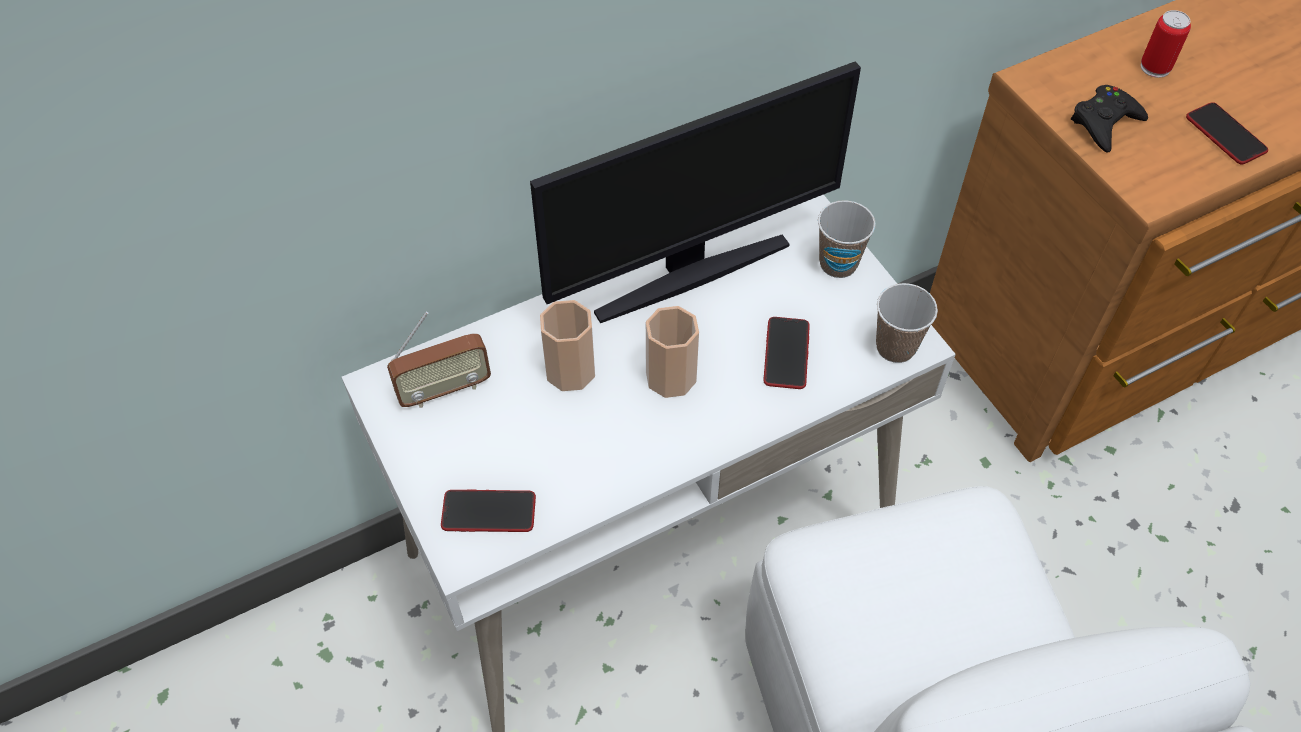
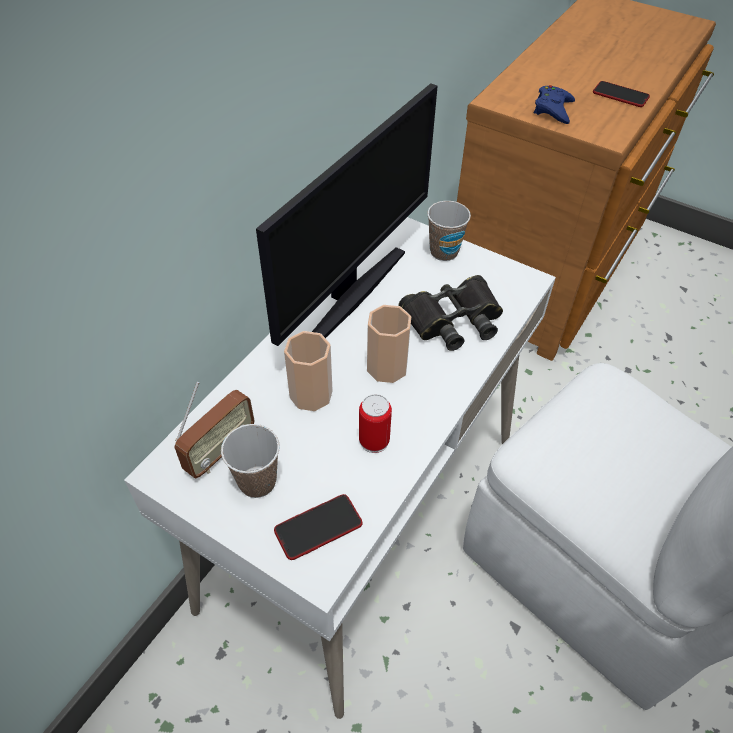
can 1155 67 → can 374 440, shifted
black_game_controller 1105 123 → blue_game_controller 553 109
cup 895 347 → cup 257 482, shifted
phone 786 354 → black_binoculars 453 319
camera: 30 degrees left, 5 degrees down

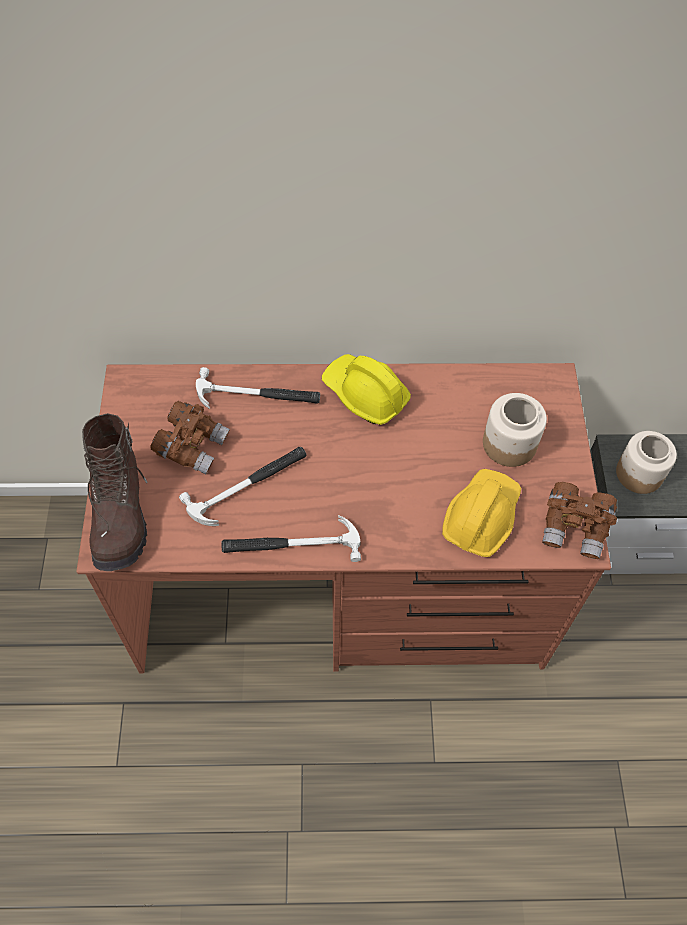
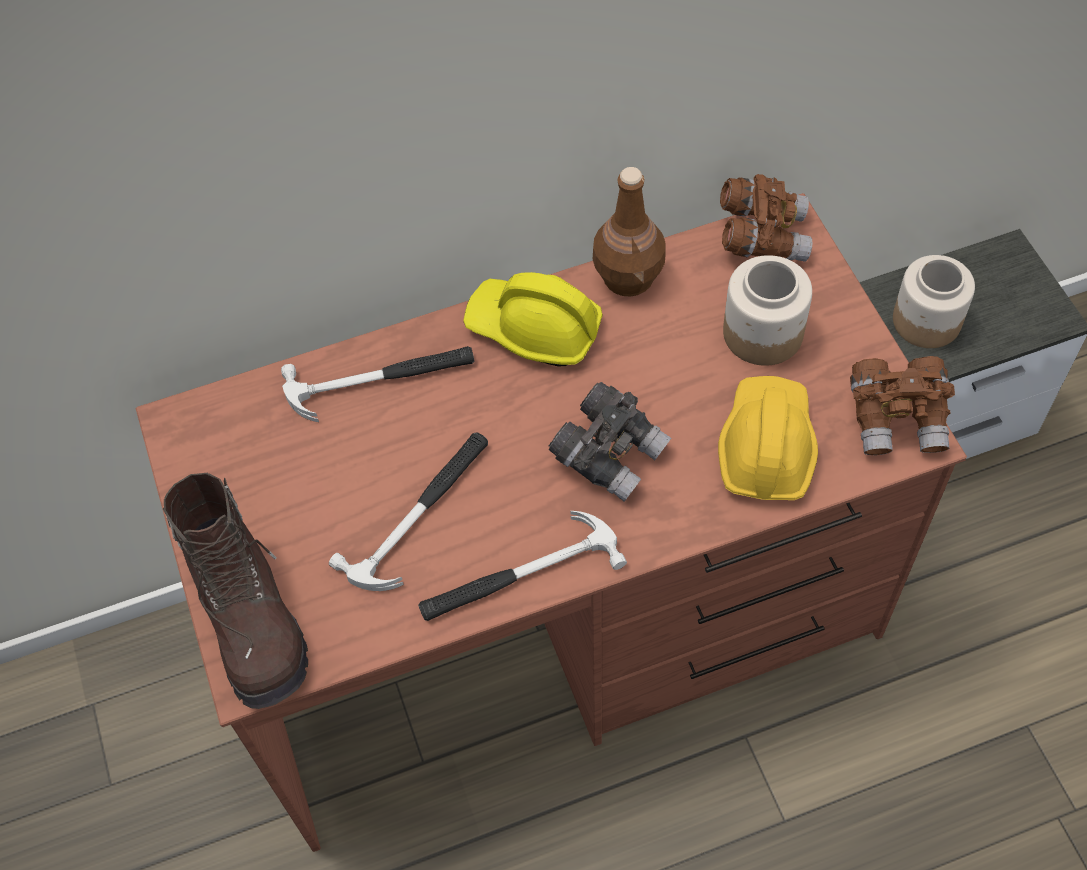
brown_binoculars 192 446 → brown_binoculars 762 235, shifted
- → brown_bottle 629 276
- → grey_binoculars 610 453
camera: 15 degrees left, 0 degrees up

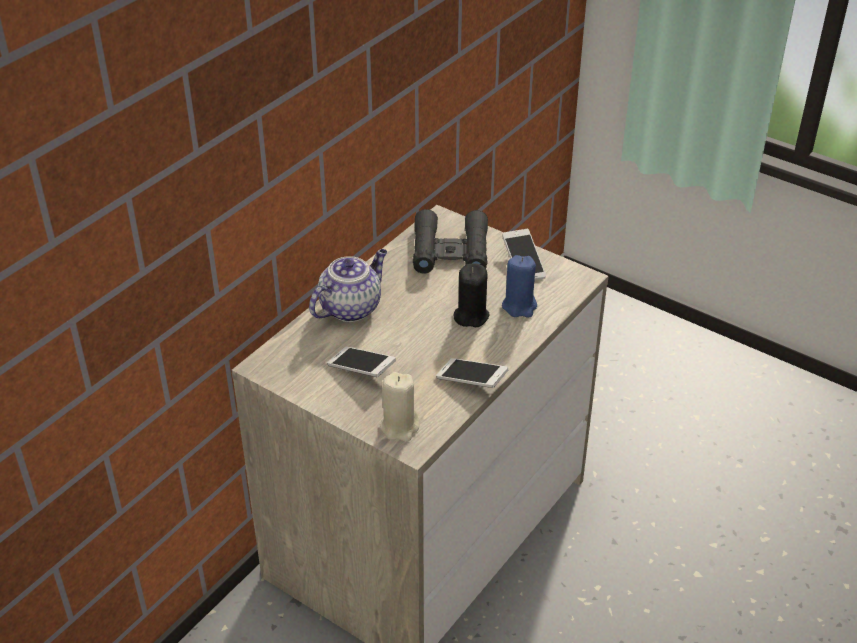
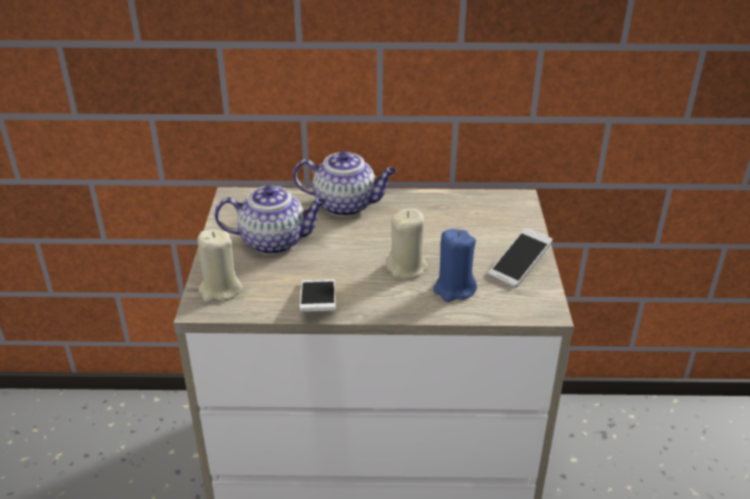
black_binoculars 450 251 → -
black_candle 471 316 → beige_candle 407 267
phone 361 369 → teapot 274 241
camera: 55 degrees right, 5 degrees down

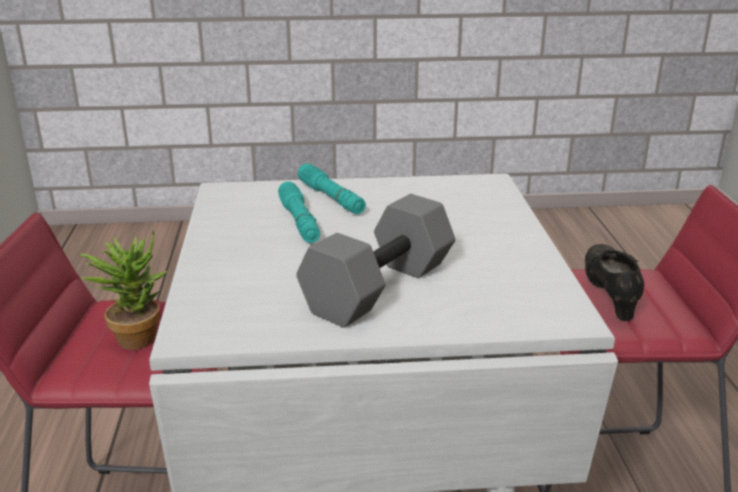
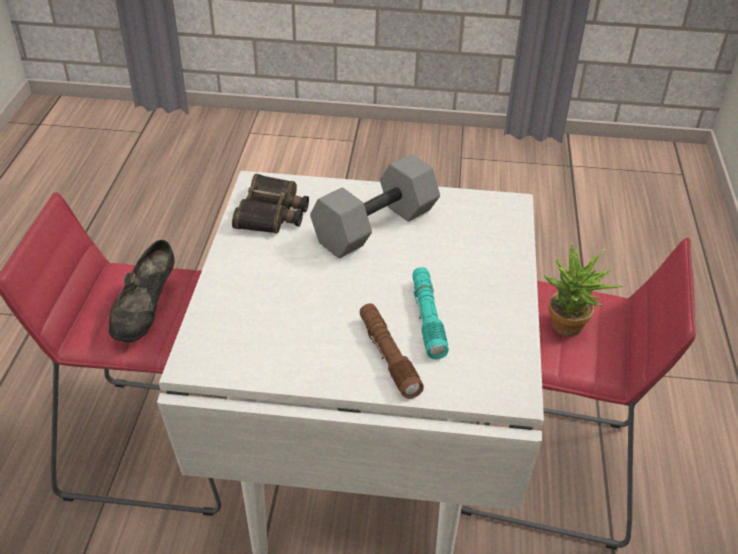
turquoise_flashlight 331 198 → brown_flashlight 388 356
- → binoculars 272 213
camera: 170 degrees left, 15 degrees up

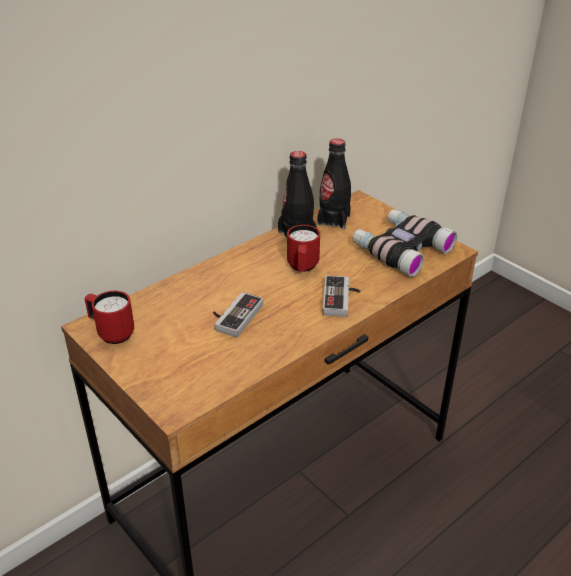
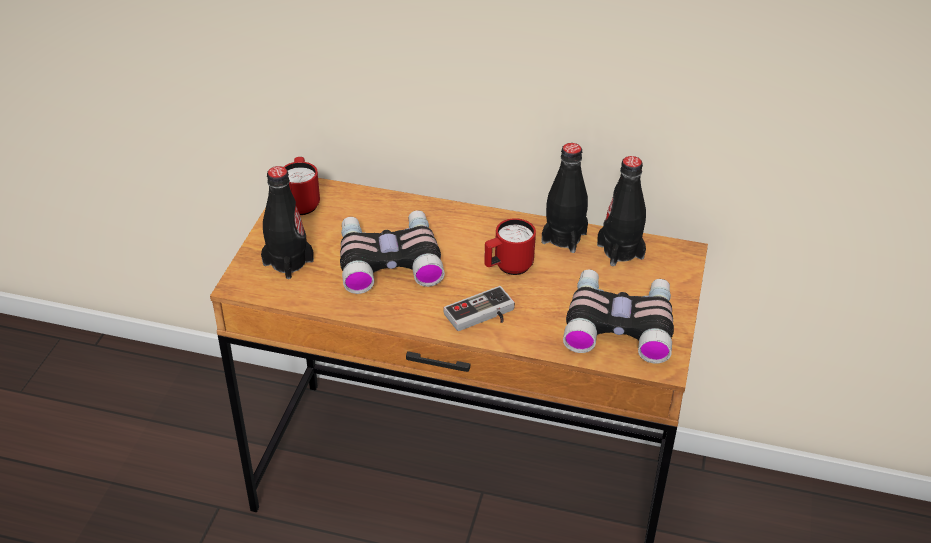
game_controller 234 316 → binoculars 389 259
- → black_bottle 288 262
camera: 55 degrees right, 5 degrees up

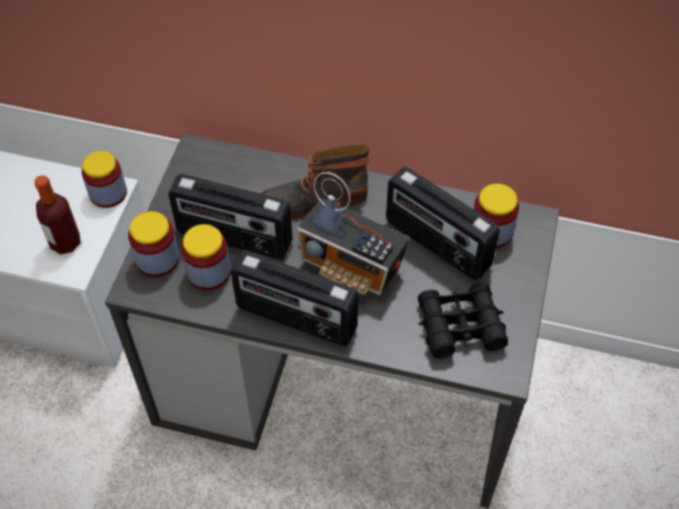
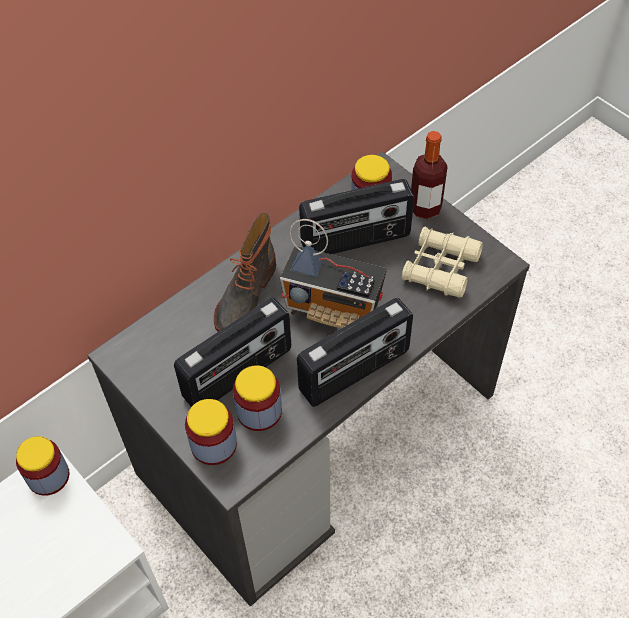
radio 352 266 → radio 334 306, 45 degrees clockwise
bottle 65 242 → bottle 425 208, shifted
black_binoculars 460 326 → beige_binoculars 440 268
camera: 55 degrees left, 0 degrees up

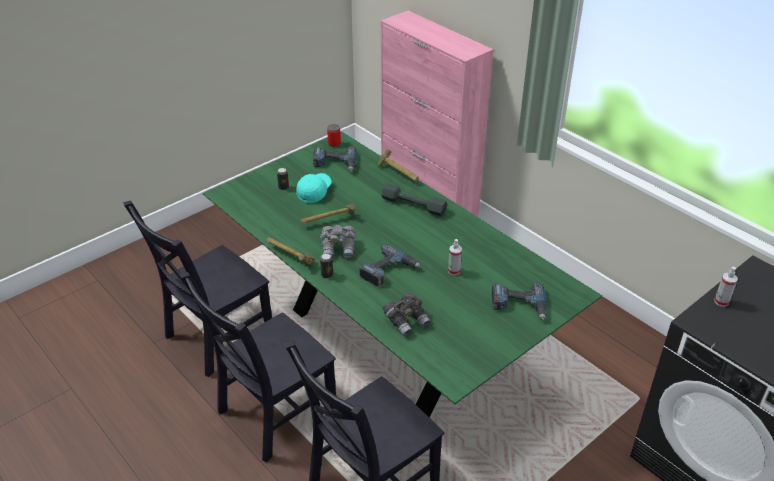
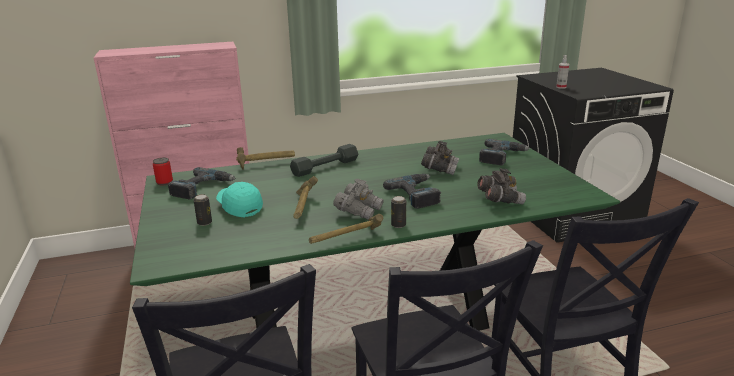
spray_bottle 454 271 → grey_binoculars 439 169
camera: 65 degrees left, 15 degrees down

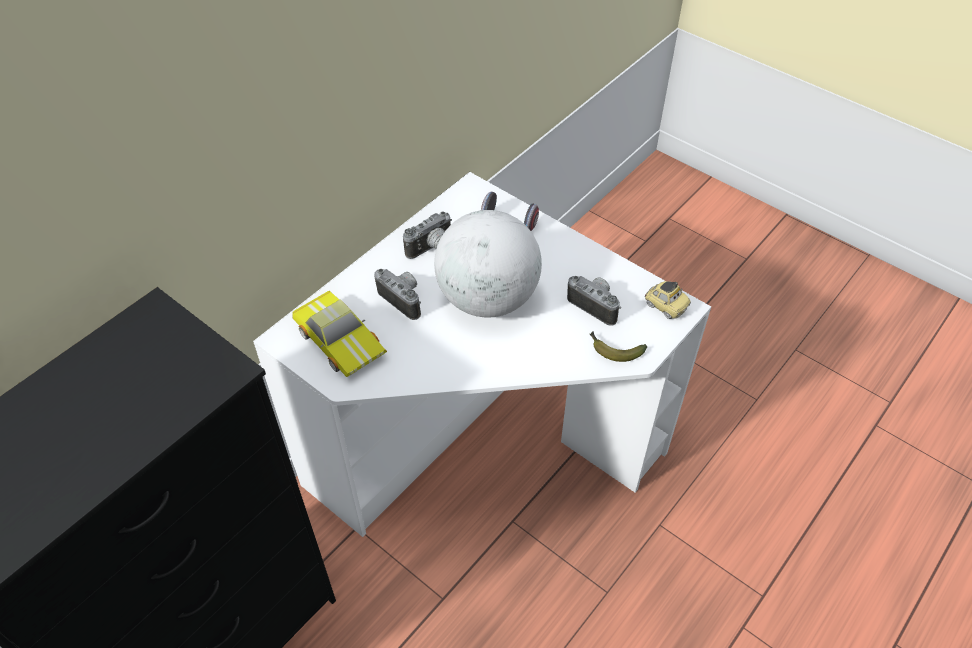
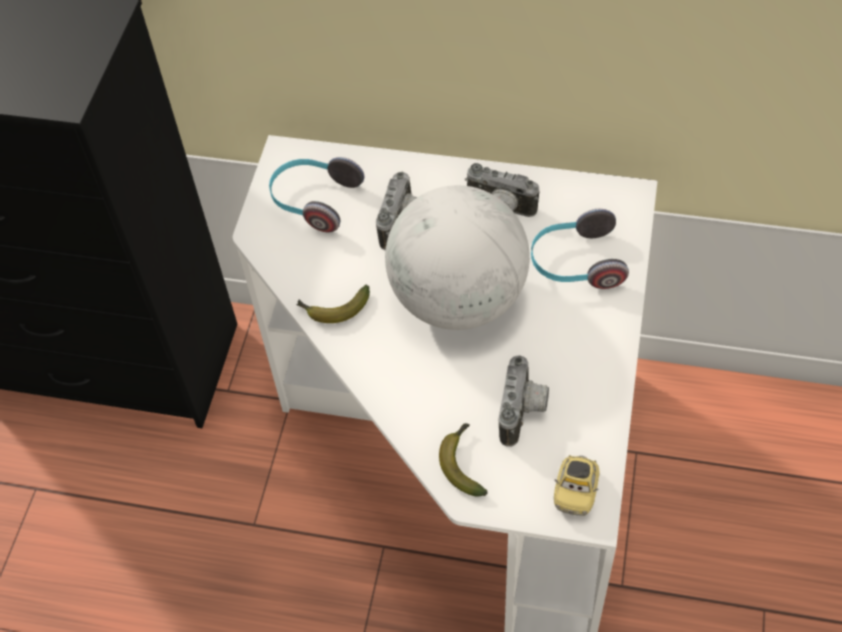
toy_car 341 339 → headphones 314 201
- → banana 333 309
camera: 65 degrees right, 5 degrees up

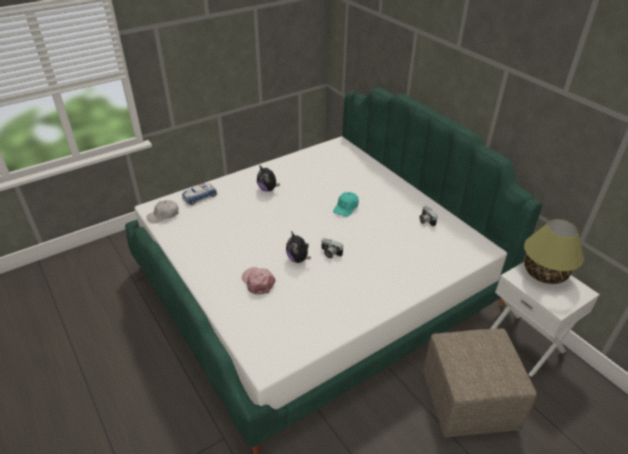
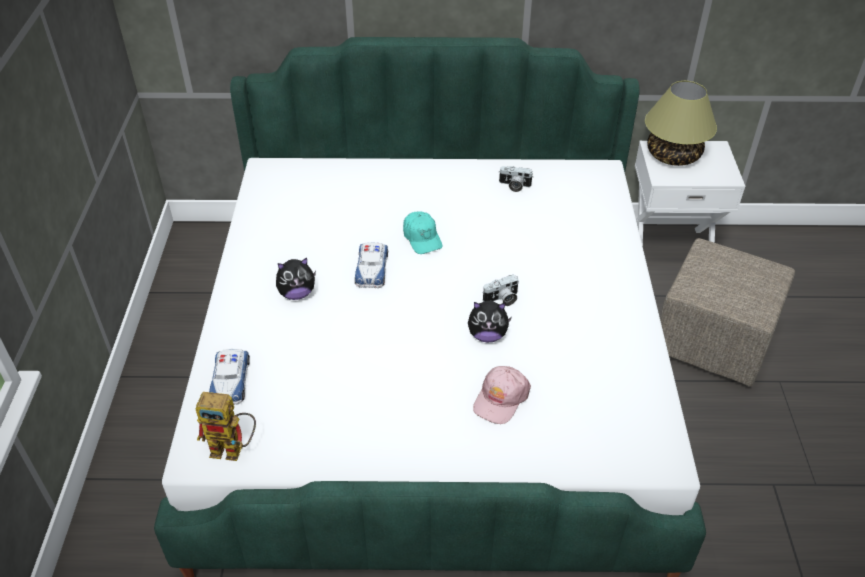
white_cap 163 215 → toy_robot 234 449
pink_cap 258 282 → pink_cap 500 398, 60 degrees counterclockwise
- → toy_car 371 269
camera: 55 degrees left, 5 degrees up

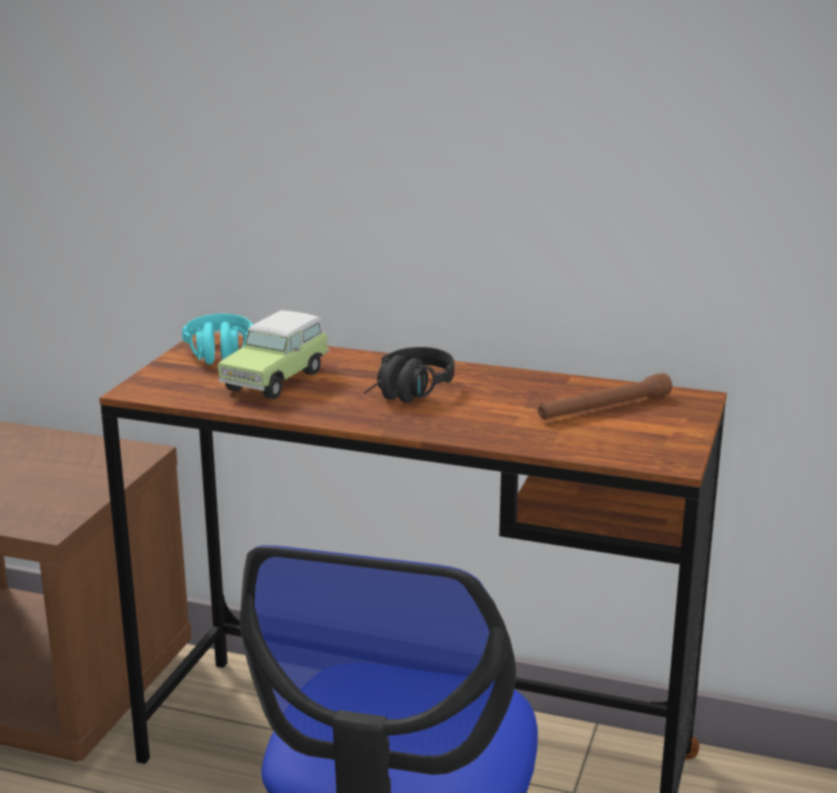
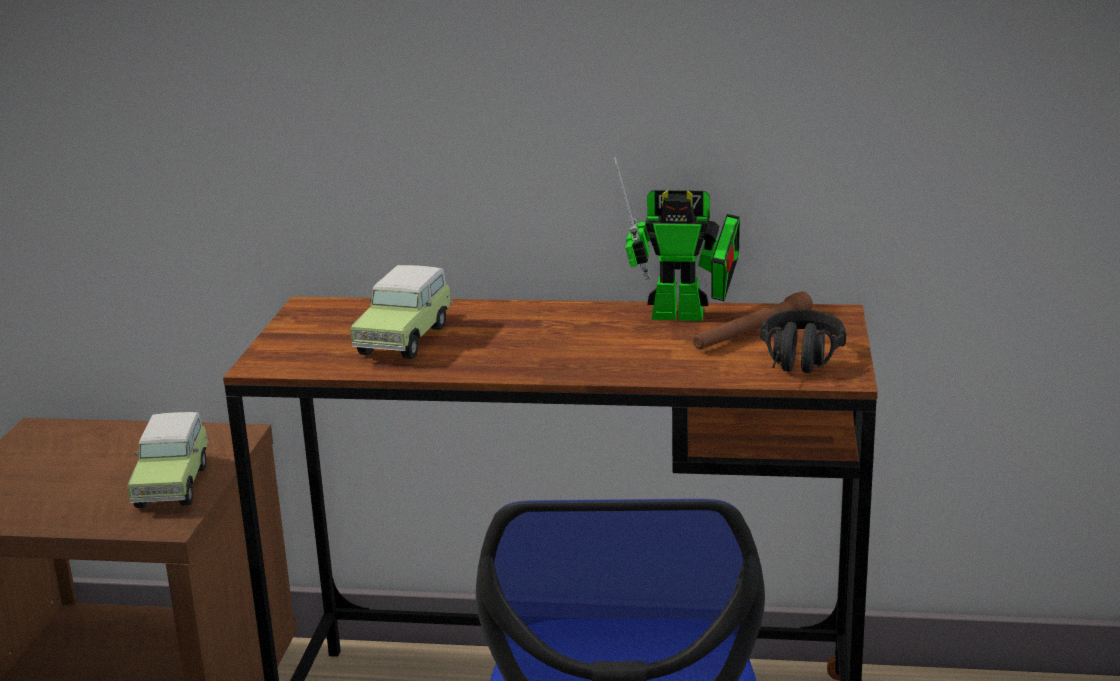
turquoise_headphones 219 357 → -
black_headphones 408 394 → black_headphones 799 363, shifted
- → toy_robot 687 316
- → toy_car 173 484
camera: 10 degrees left, 0 degrees up

